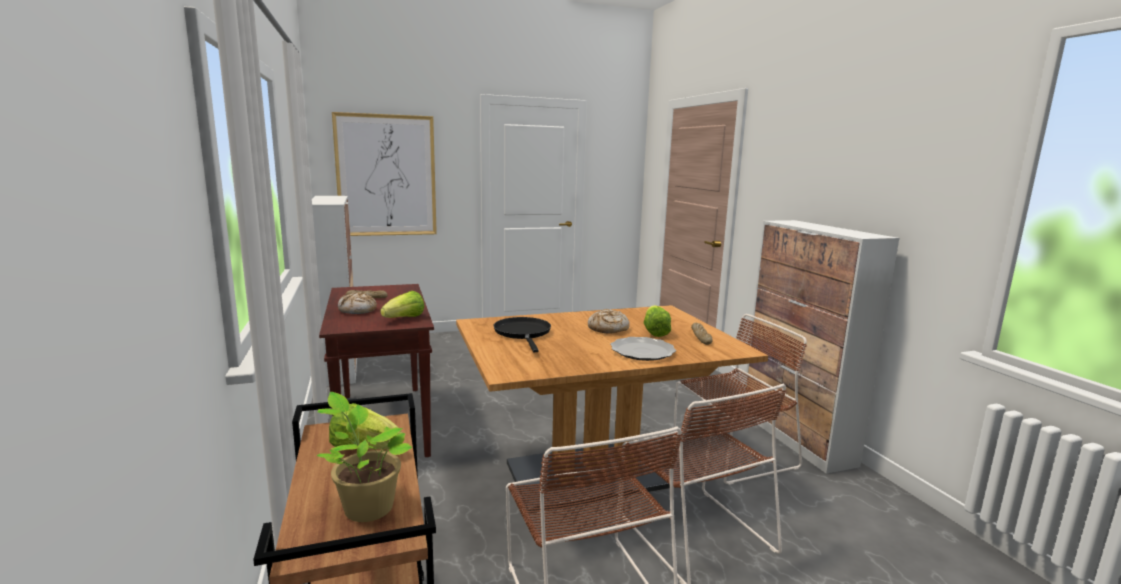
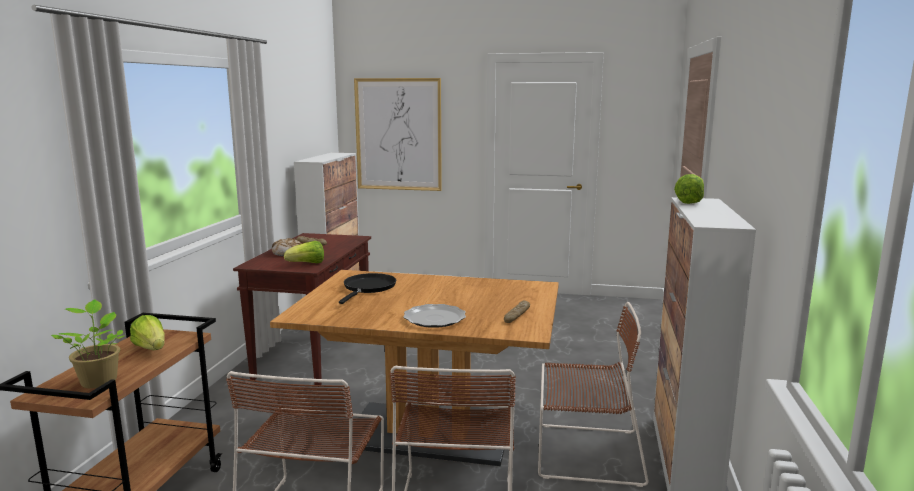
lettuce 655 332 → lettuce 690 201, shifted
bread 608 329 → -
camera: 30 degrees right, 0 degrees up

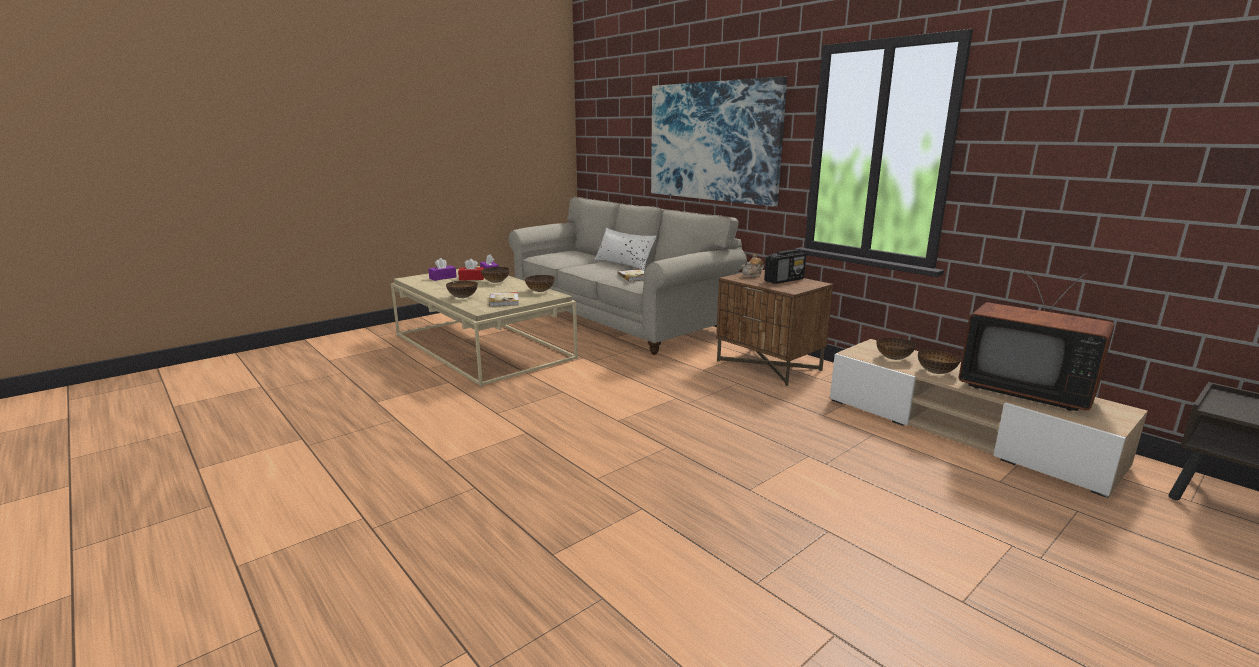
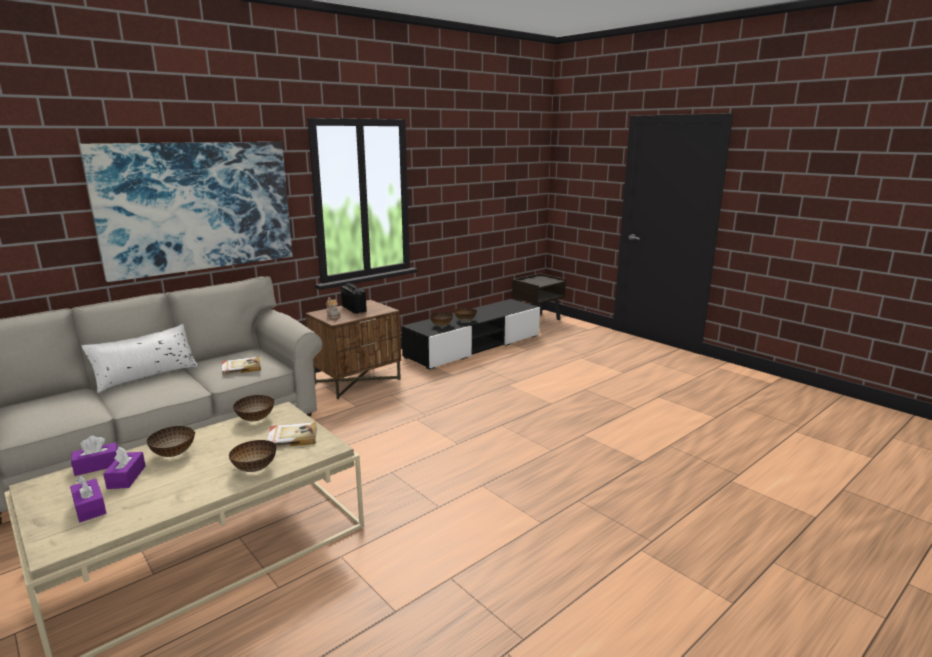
red_tissue_box 472 278 → purple_tissue_box 126 477
television 1024 390 → -
beige_tv_stand 963 431 → black_tv_stand 474 346
camera: 90 degrees left, 0 degrees up

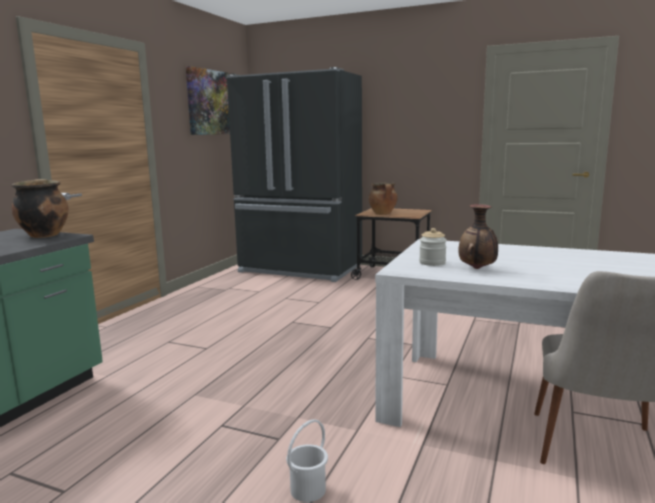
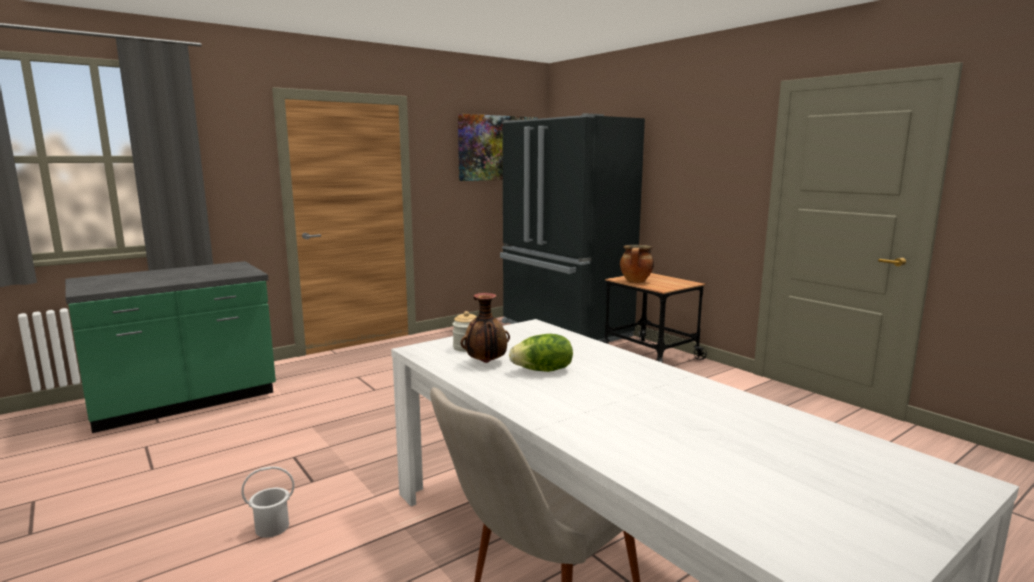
cooking_pot 44 235 → -
- → lettuce 543 370
camera: 30 degrees right, 0 degrees up

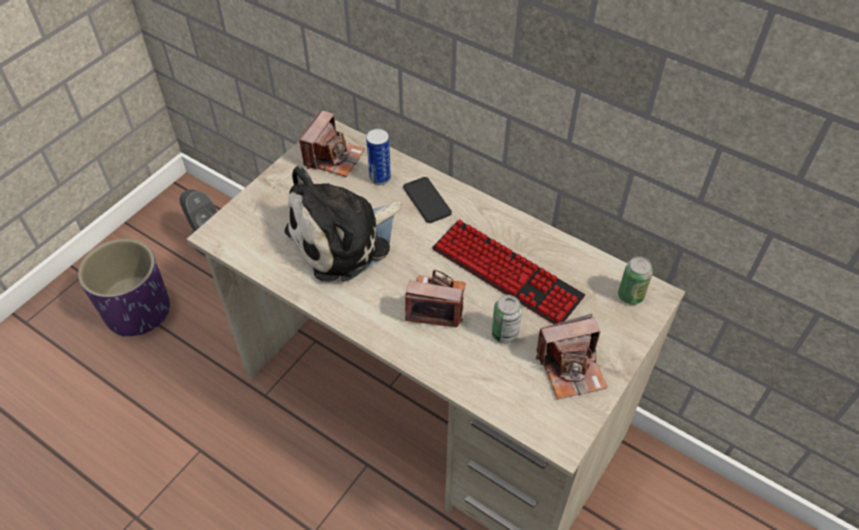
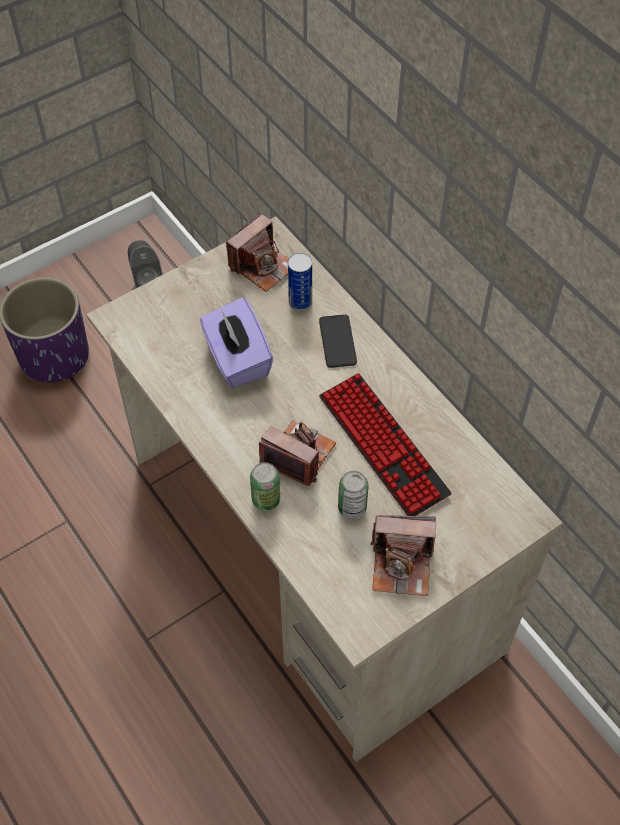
plush_toy 344 239 → purple_tissue_box 237 359
can 630 295 → can 266 499, shifted
camera: 20 degrees right, 5 degrees up

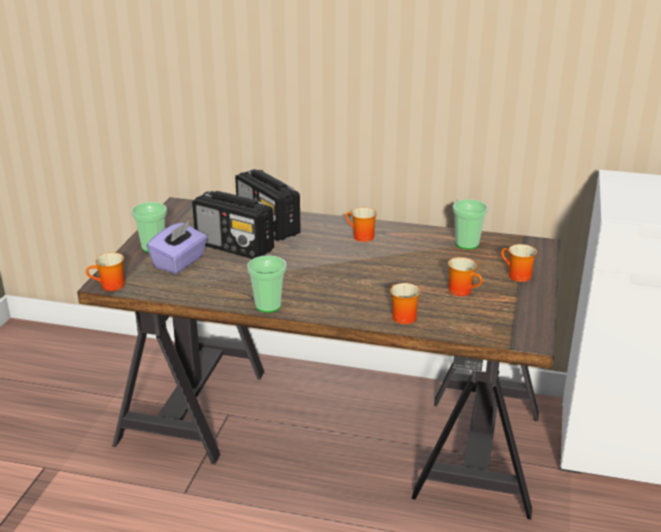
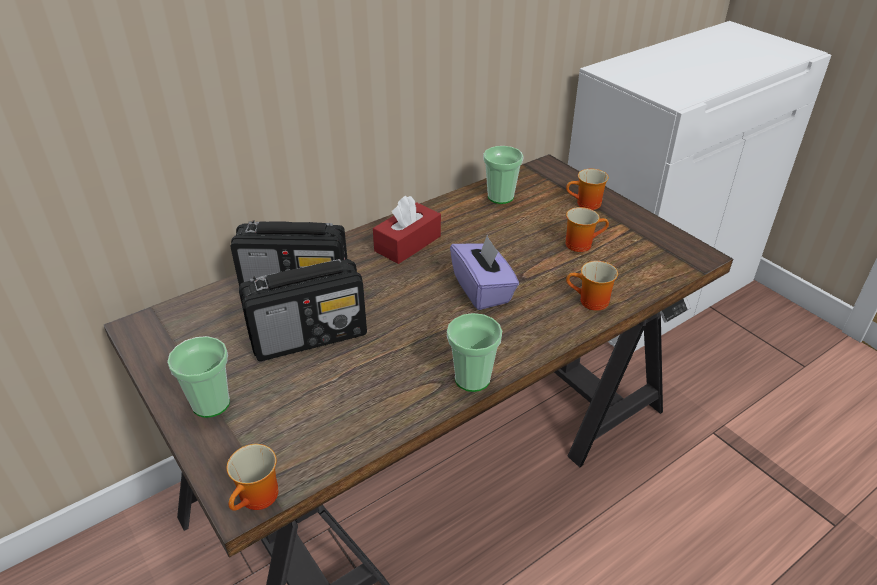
mug 360 237 → red_tissue_box 407 243
purple_tissue_box 180 262 → purple_tissue_box 483 290, shifted
camera: 50 degrees left, 10 degrees up

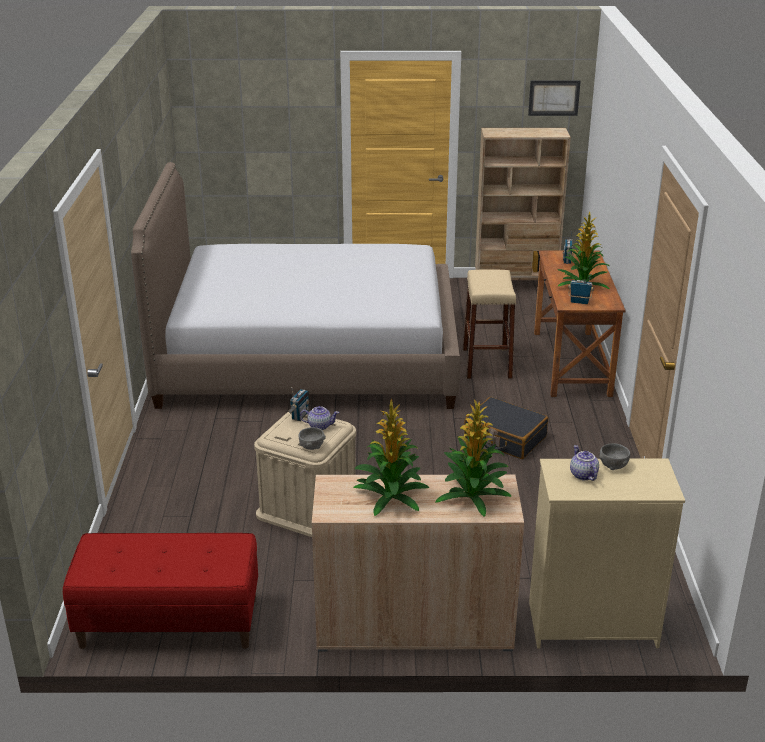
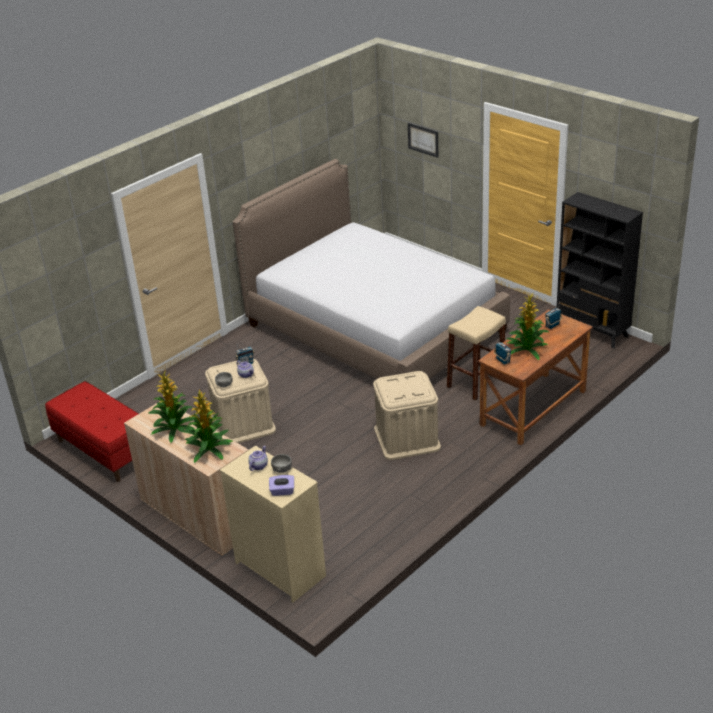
picture 554 98 → picture 423 139, shifted
beige_bookcase 516 286 → black_bookcase 592 331
black_suitcase 505 438 → beige_storage_box 407 438
- → purple_tissue_box 282 491
camera: 45 degrees right, 5 degrees up

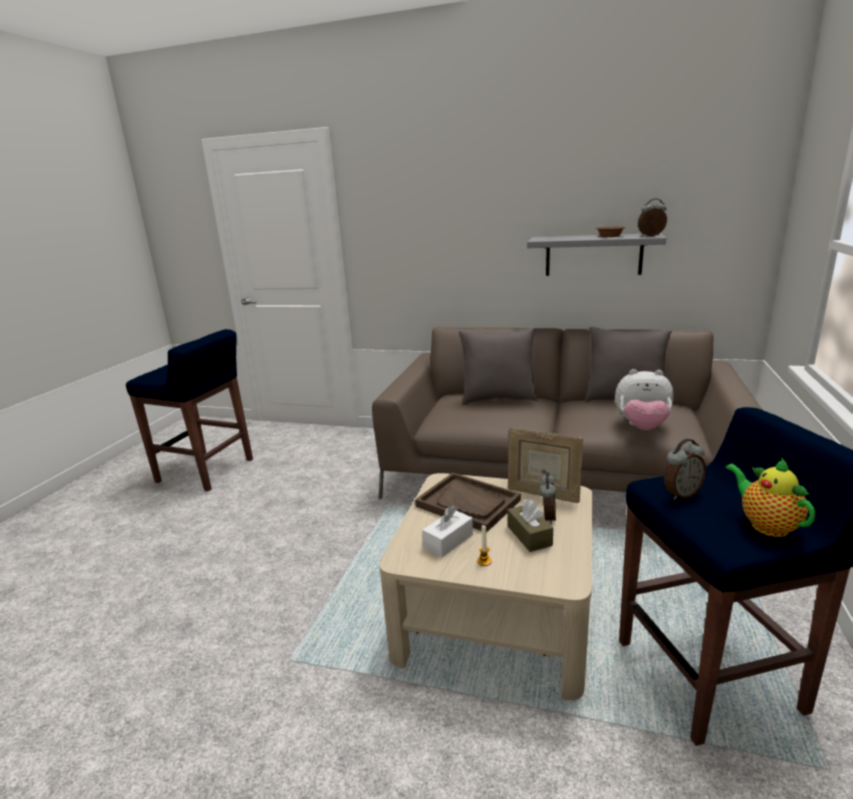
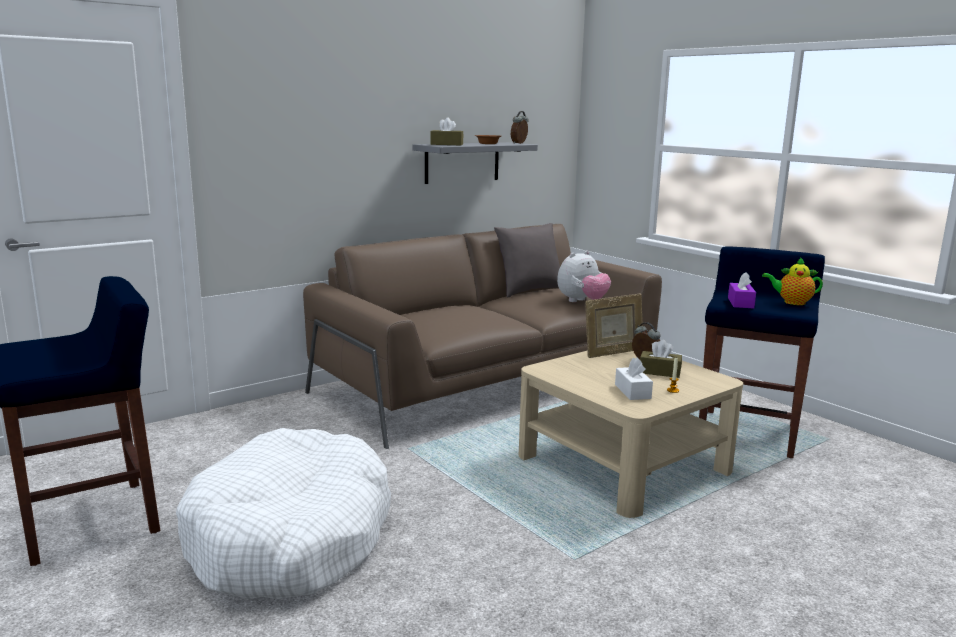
grey_pillow 498 399 → -
alarm_clock 681 494 → purple_tissue_box 740 303
brown_tray 468 503 → -
- → brown_tissue_box 447 144
- → white_dog_bed 291 538
camera: 55 degrees left, 5 degrees down

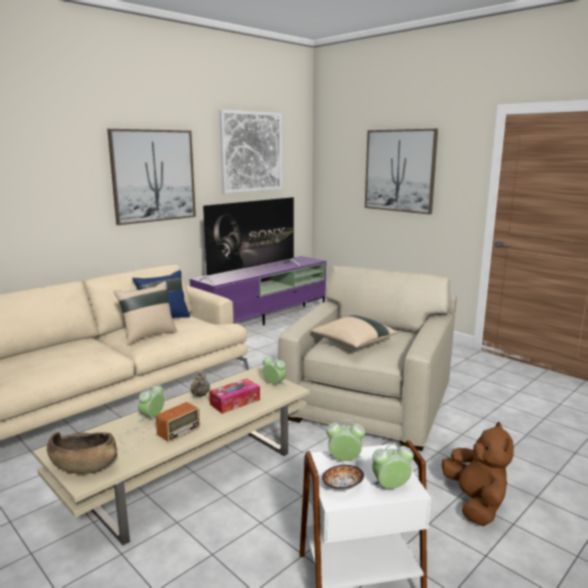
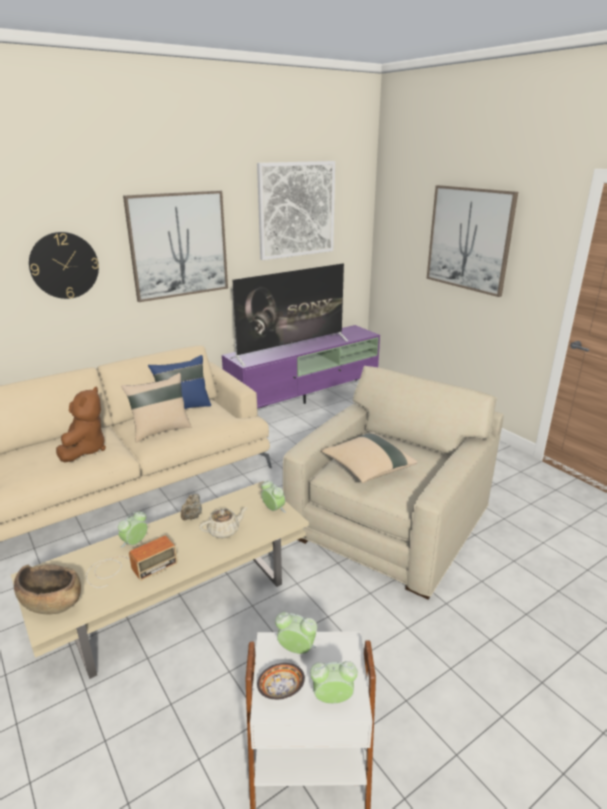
tissue_box 235 402 → beige_teapot 224 531
brown_plush_toy 475 503 → brown_plush_toy 85 450, shifted
- → wall_clock 64 265
camera: 10 degrees right, 10 degrees up

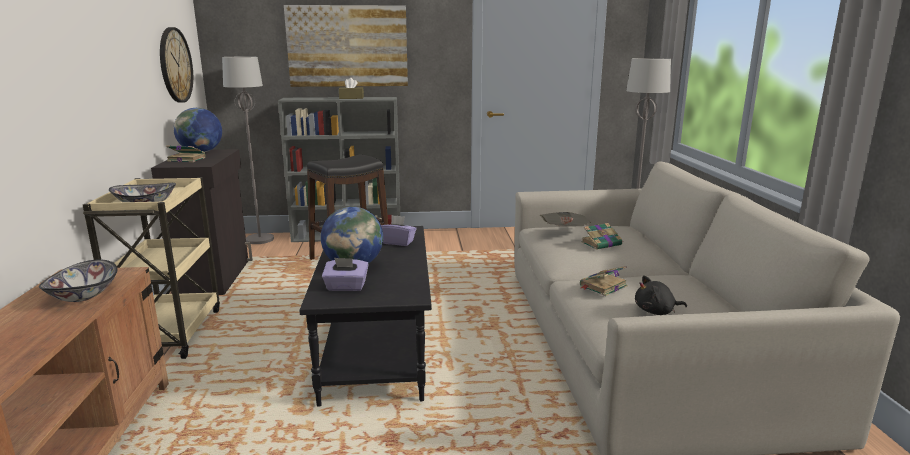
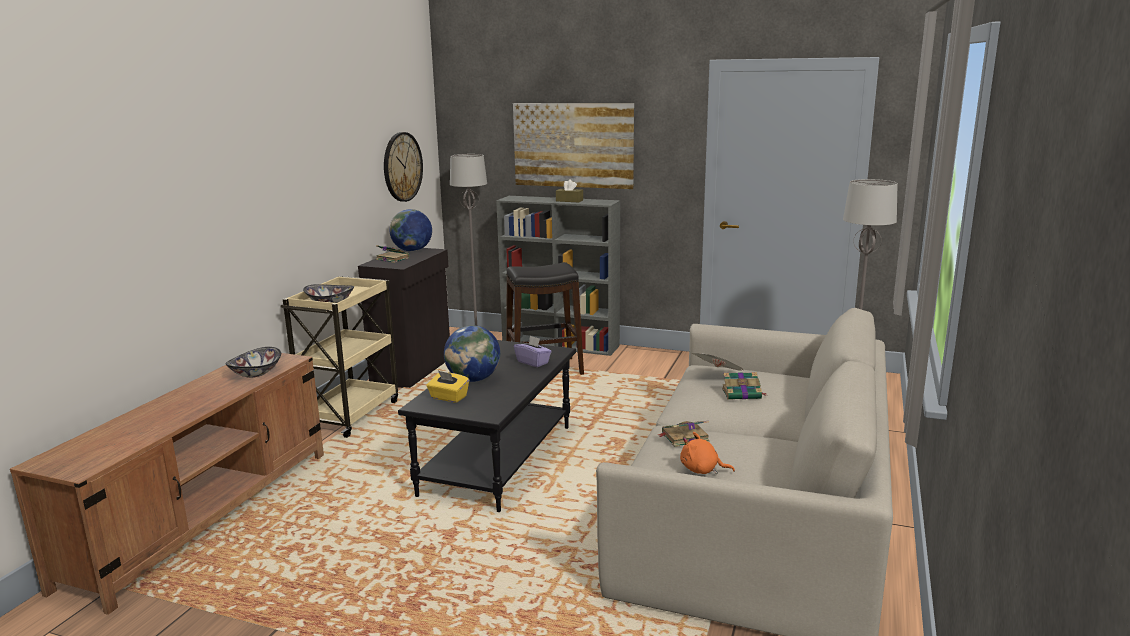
purple_tissue_box 346 287 → yellow_tissue_box 448 398
black_plush_toy 656 311 → orange_plush_toy 702 470
camera: 25 degrees right, 0 degrees up

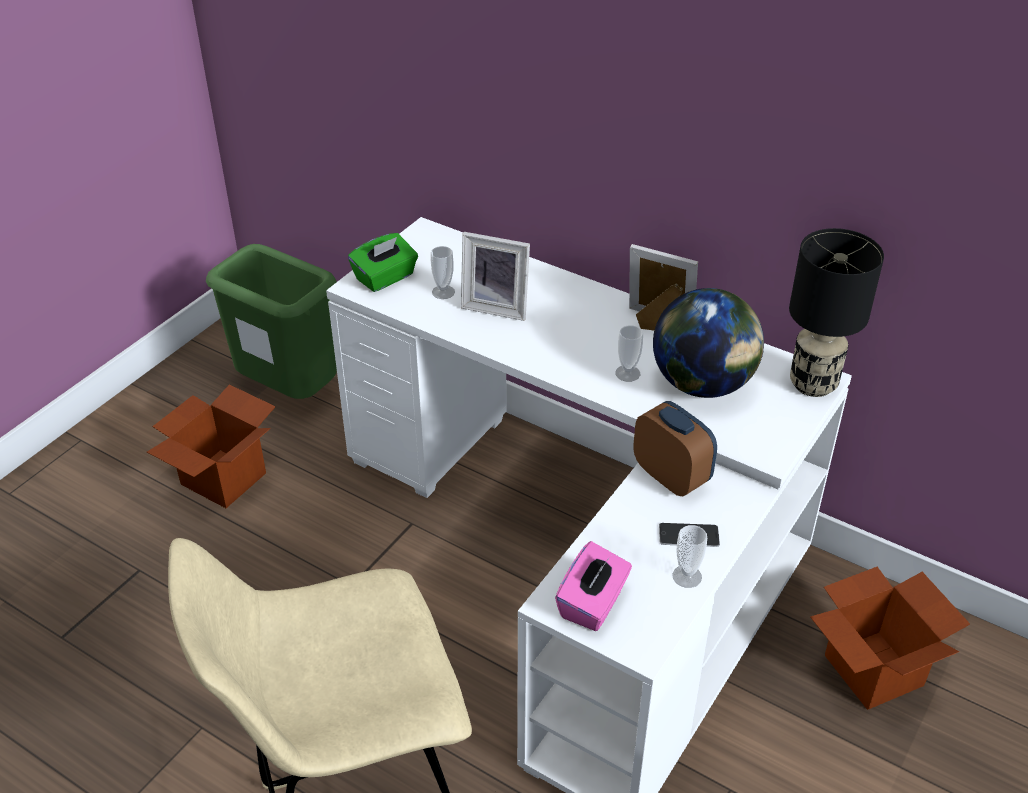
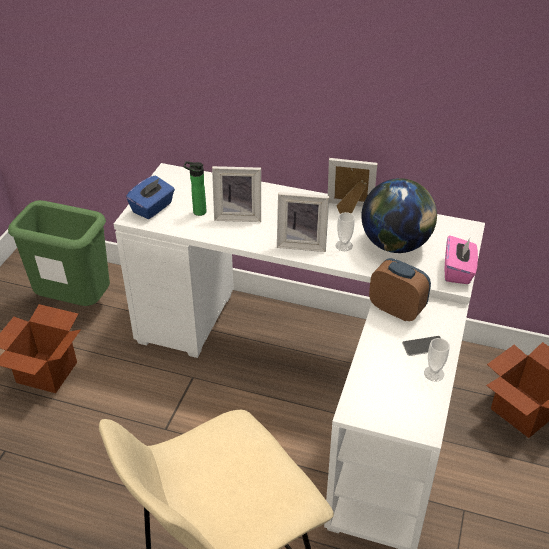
black_table_lamp 813 385 → -
green_tissue_box 385 278 → blue_tissue_box 152 208
cup 443 292 → bottle 197 211
pink_tissue_box 593 603 → pink_tissue_box 458 271, shifted
- → picture_frame 302 243
camera: 15 degrees left, 0 degrees up

